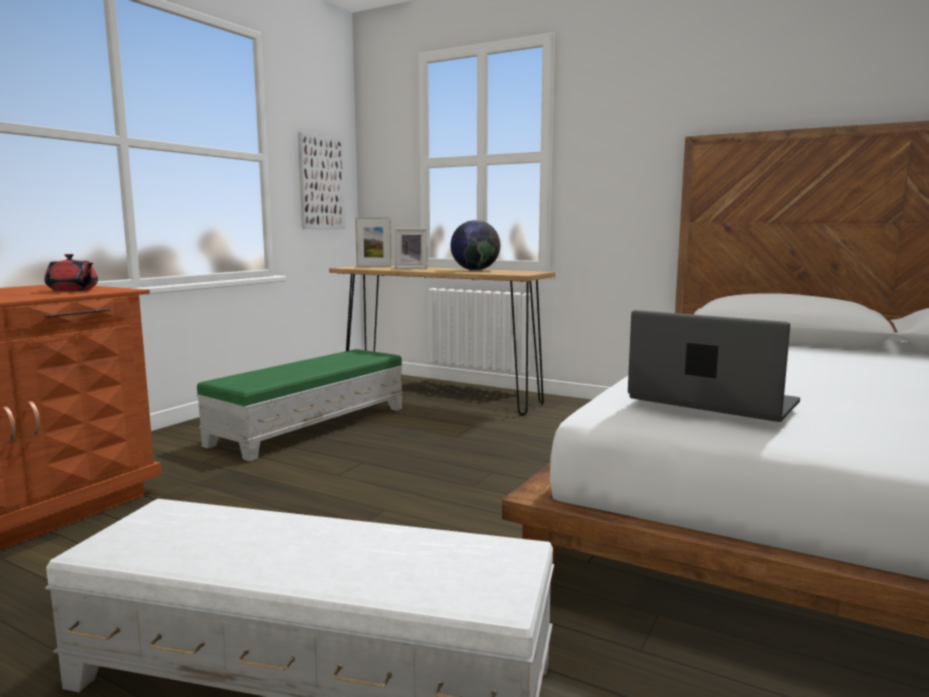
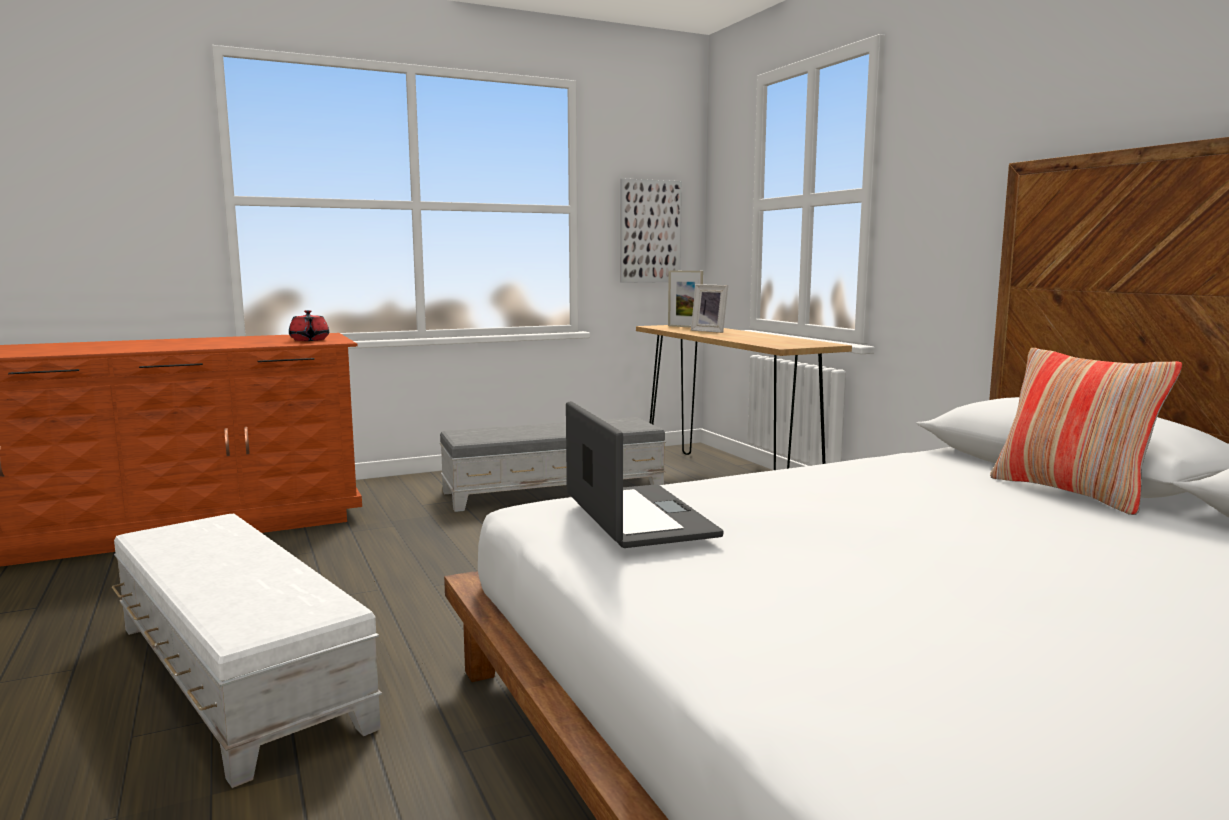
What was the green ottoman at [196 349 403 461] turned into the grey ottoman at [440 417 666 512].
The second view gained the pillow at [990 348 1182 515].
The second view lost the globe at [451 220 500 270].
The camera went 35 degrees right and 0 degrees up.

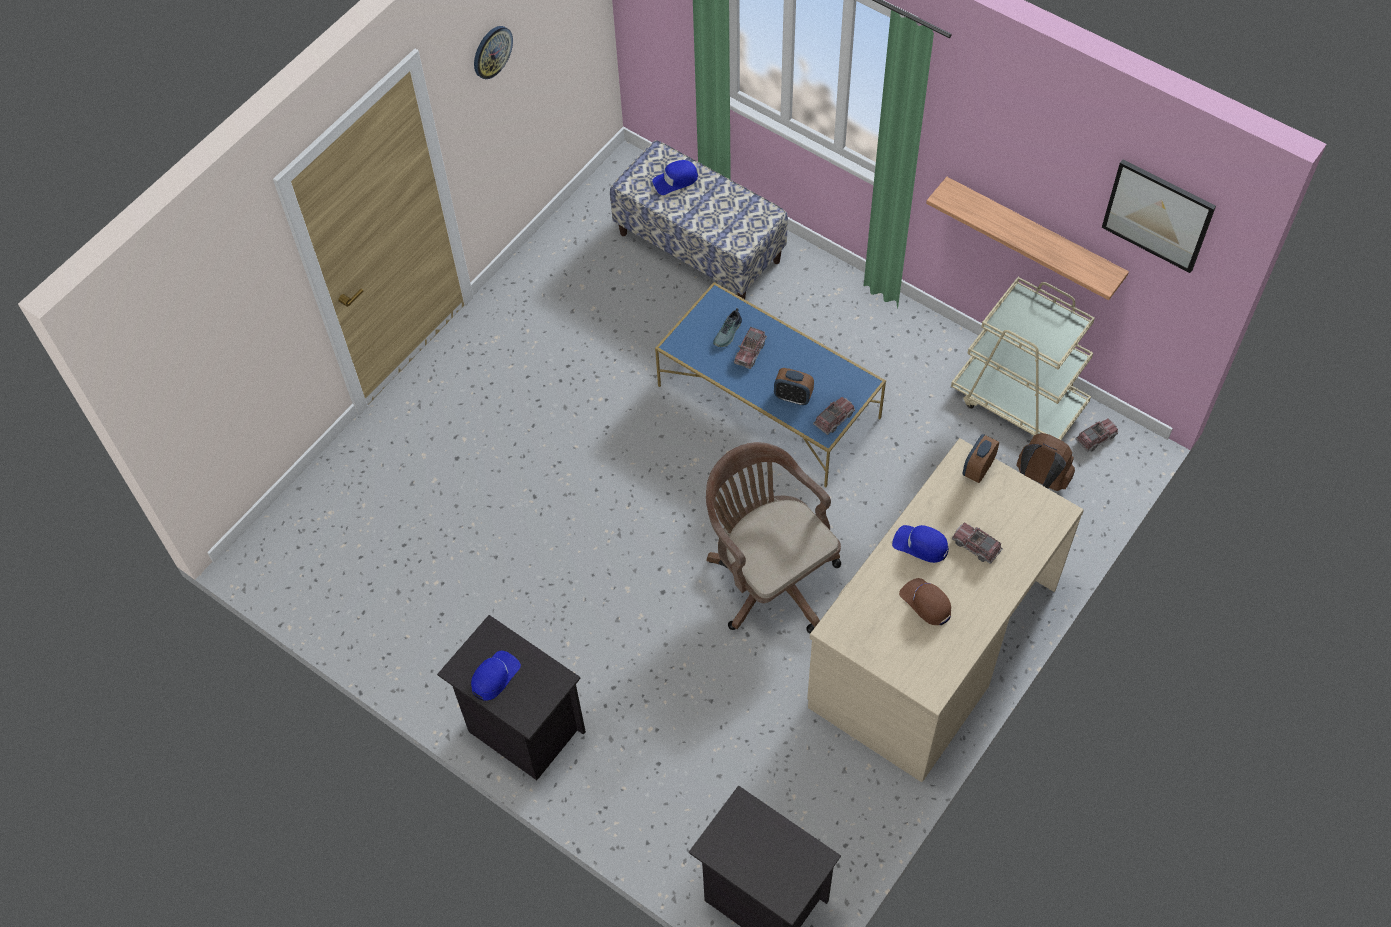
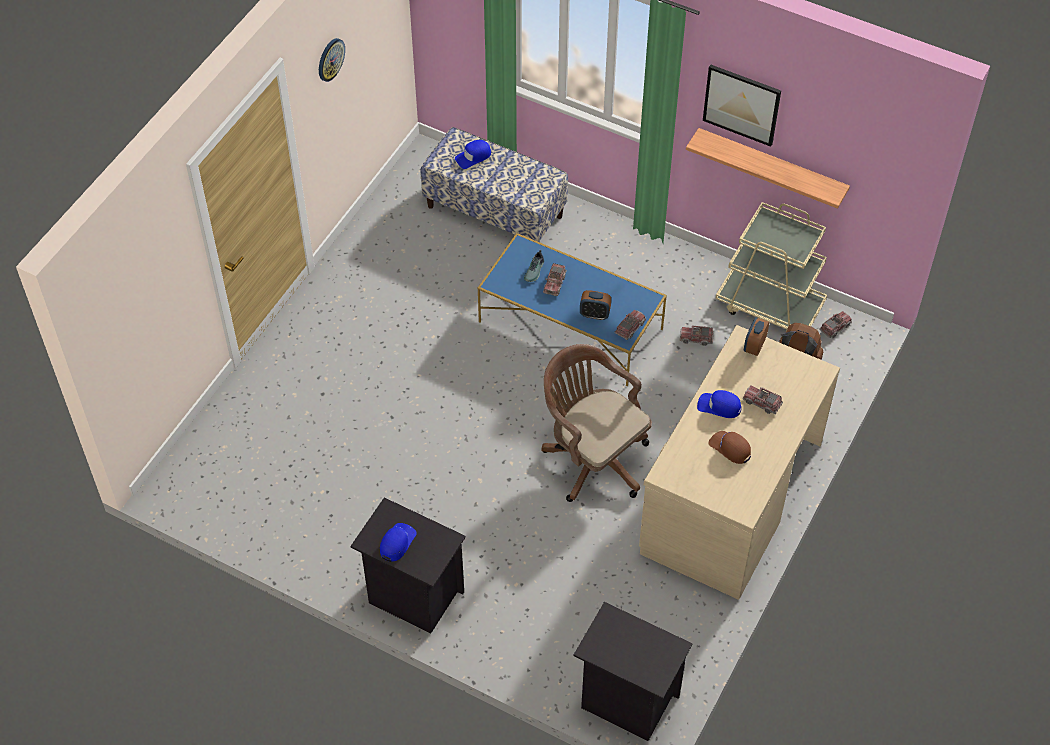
The second view gained the toy truck at [680 325 714 346].
The picture ended up elsewhere, having gone from [1102 159 1216 273] to [703 64 781 147].
The camera went 10 degrees left and 5 degrees down.

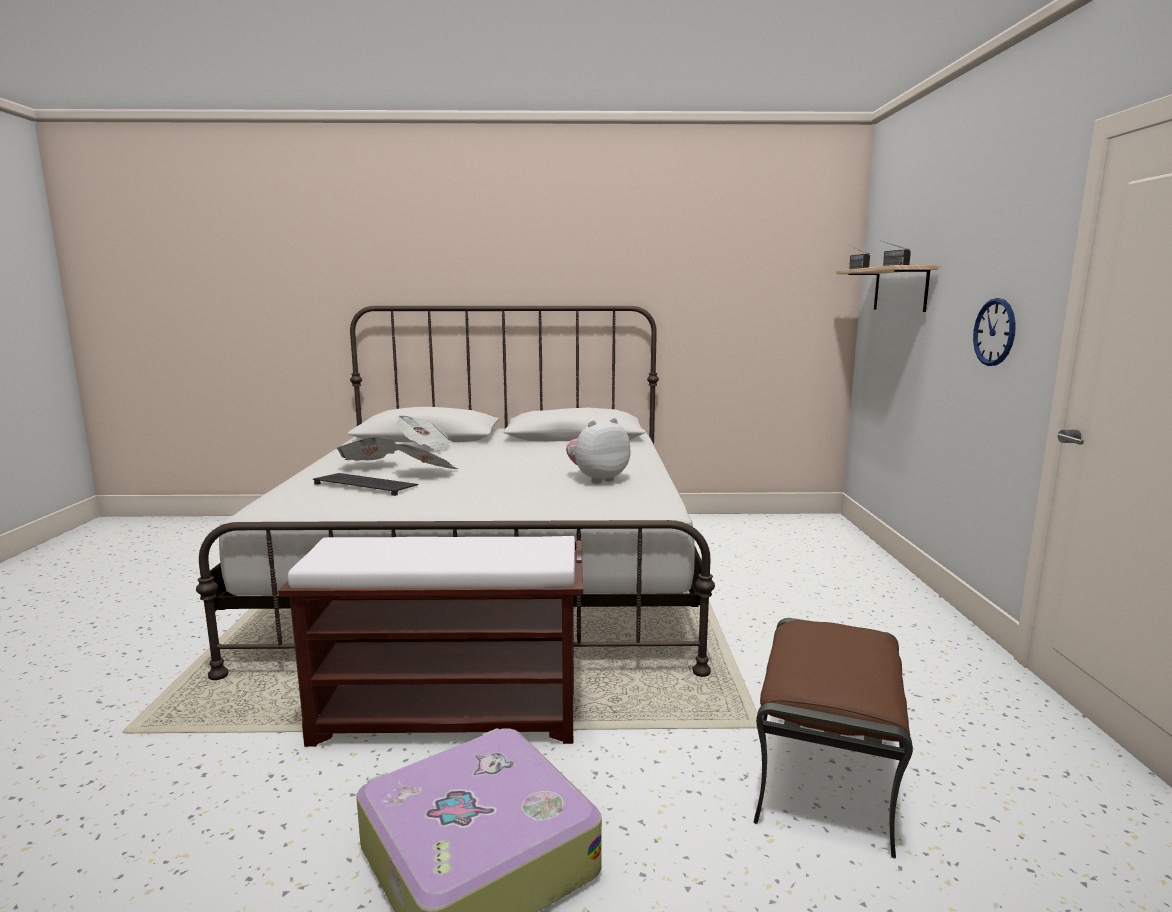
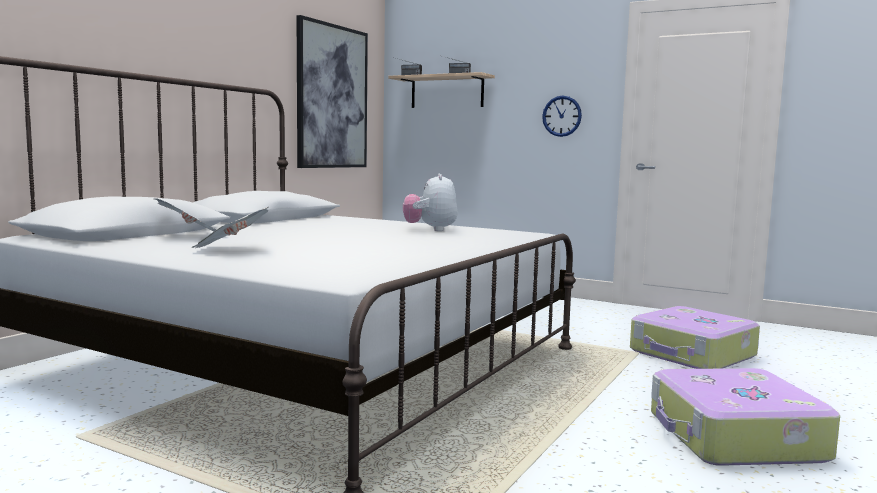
The second view gained the picture at [297 15 368 168].
Where the brown ottoman stood at [753 618 913 859], the suitcase came to stand at [630 306 760 369].
The second view lost the brown bench at [278 536 583 747].
The second view lost the keyboard at [313 473 419 496].
The second view lost the newspaper at [392 444 459 469].
The camera went 60 degrees left and 5 degrees down.

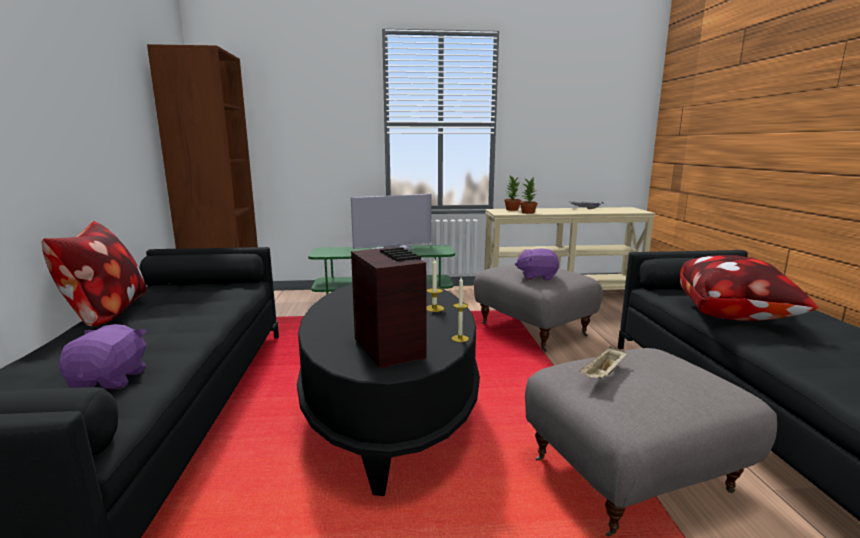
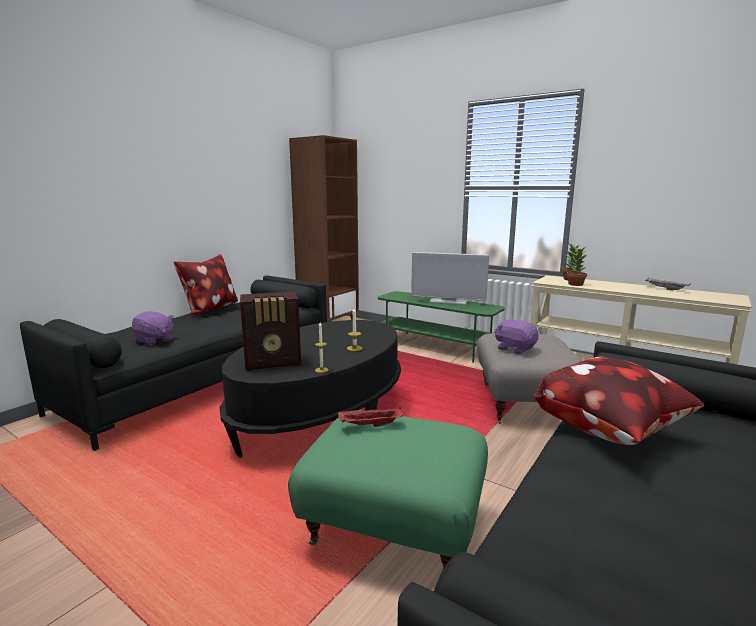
The purple plush toy at [59 324 147 389] ended up facing another way, 90 degrees clockwise from before.
The radio at [351 247 427 368] ended up facing another way, 60 degrees clockwise from before.
What was the grey ottoman at [525 348 777 536] turned into the green ottoman at [288 410 488 569].
What was the beige tray at [579 346 627 379] turned into the red tray at [338 407 403 427].
The camera went 40 degrees right and 0 degrees up.

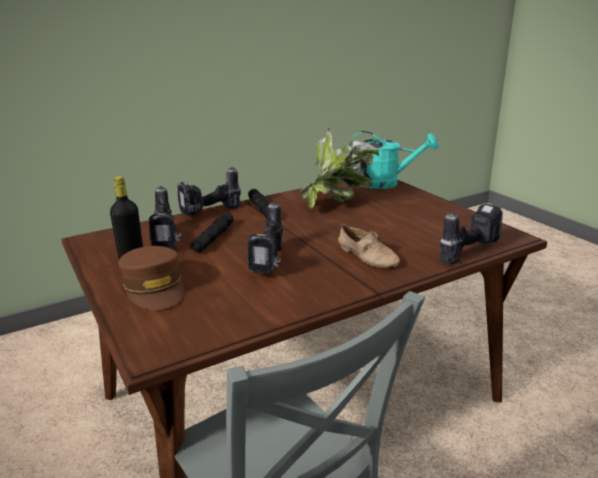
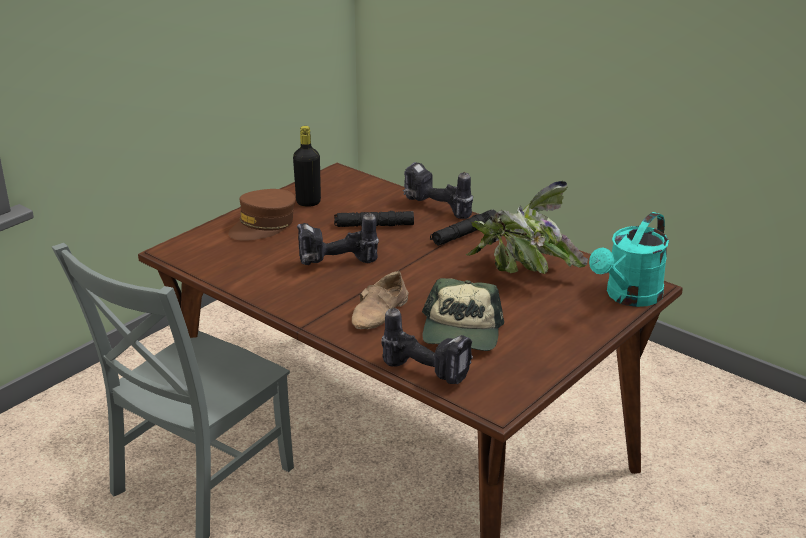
The second view gained the cap at [422 278 504 351].
The turquoise watering can at [350 131 439 189] ended up facing another way, 45 degrees clockwise from before.
The second view lost the power drill at [149 186 181 248].
The camera went 70 degrees right and 5 degrees up.

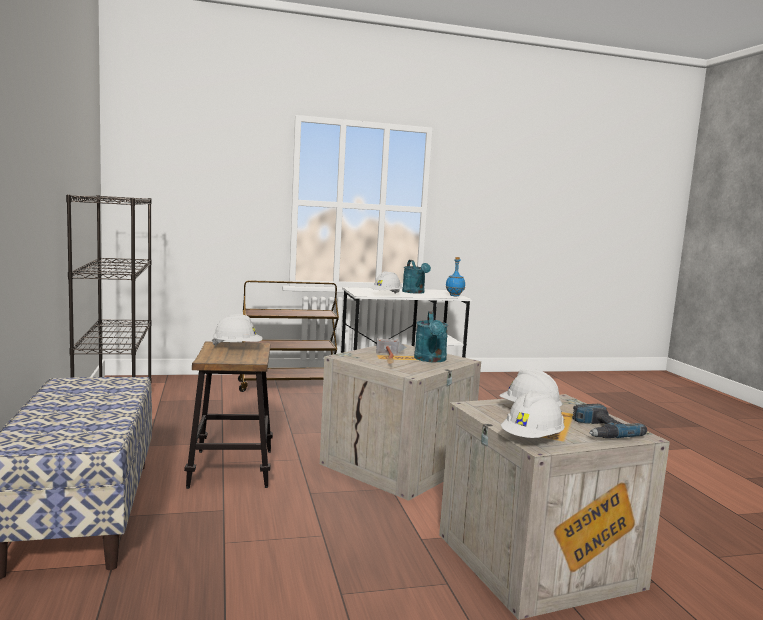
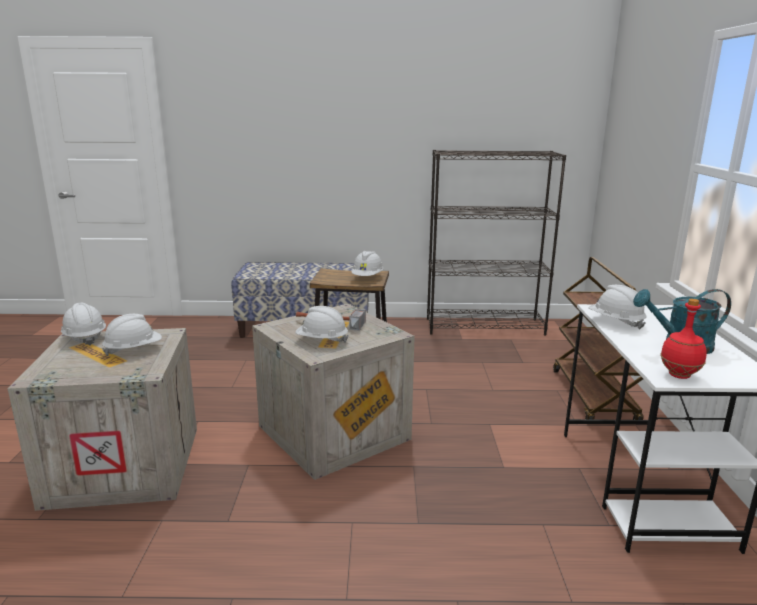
Where the turquoise watering can stood at [414 311 448 362], the white hard hat came to stand at [295 306 349 343].
What was the blue bottle at [446 257 465 296] turned into the red bottle at [660 299 707 379].
The second view lost the power drill at [572 404 647 438].
The camera went 105 degrees right and 10 degrees up.

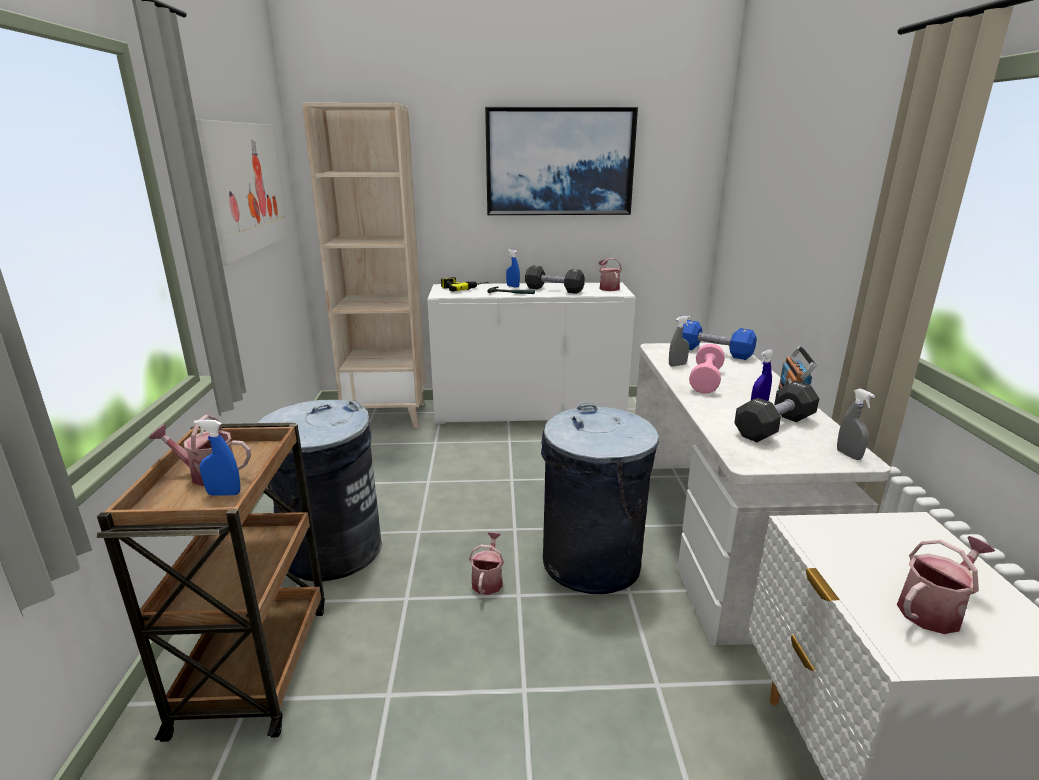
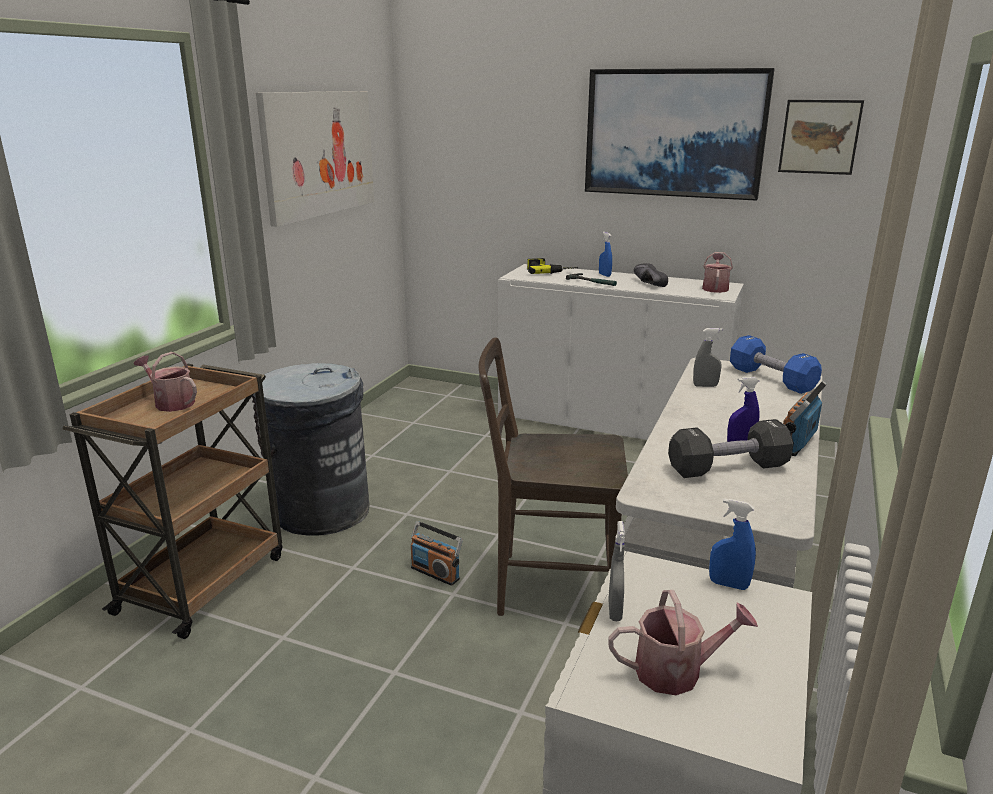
Where the watering can stood at [469 532 504 595], the radio came to stand at [411 521 463 586].
Where the grey trash can stood at [541 403 659 594], the brown chair came to stand at [479 338 628 616].
The grey spray bottle ended up elsewhere, having gone from [837 389 875 460] to [608 521 625 621].
Where the black dumbbell stood at [525 266 585 294], the black shoe came to stand at [634 263 668 287].
The blue spray bottle ended up elsewhere, having gone from [194 420 241 496] to [709 498 756 590].
The second view gained the picture at [778 100 864 175].
The second view lost the beige bookcase at [302 103 426 428].
The second view lost the pink dumbbell at [689 344 725 394].
The camera went 25 degrees right and 0 degrees up.

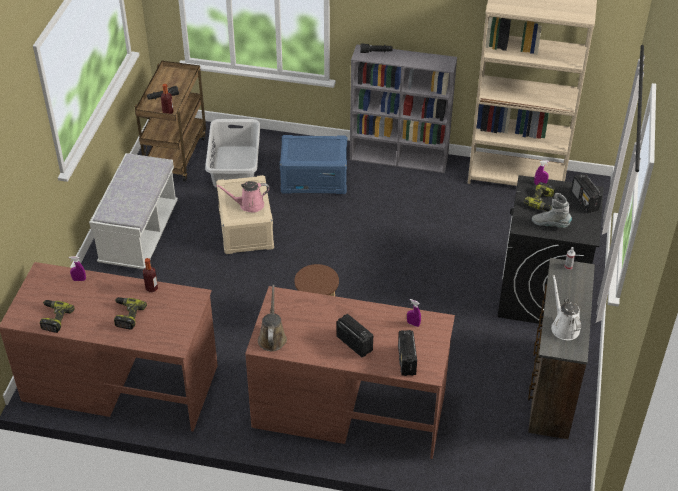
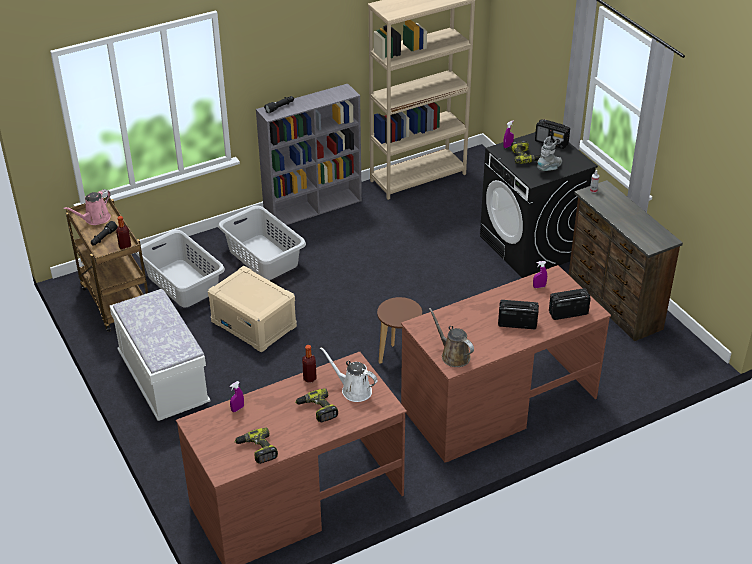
The pink watering can ended up elsewhere, having gone from [216 181 269 213] to [63 189 111 225].
Where the blue storage box stood at [280 135 347 194], the grey laundry basket came to stand at [218 206 306 280].
The white watering can ended up elsewhere, having gone from [551 275 581 340] to [320 347 378 402].
The grey boot at [532 193 572 228] ended up facing another way, 150 degrees clockwise from before.
The radio at [398 330 417 376] ended up facing another way, 120 degrees clockwise from before.
The camera went 40 degrees left and 5 degrees down.

